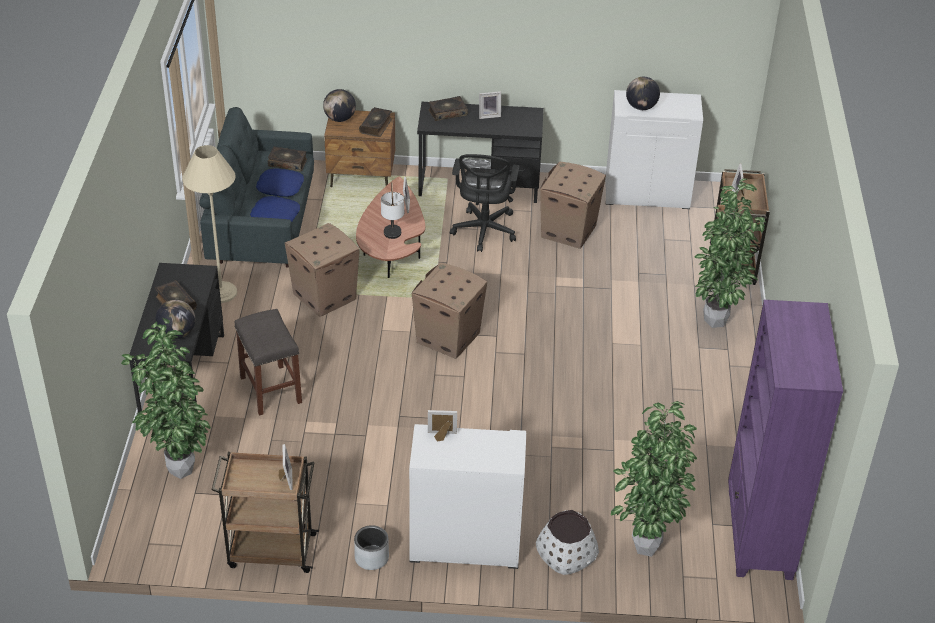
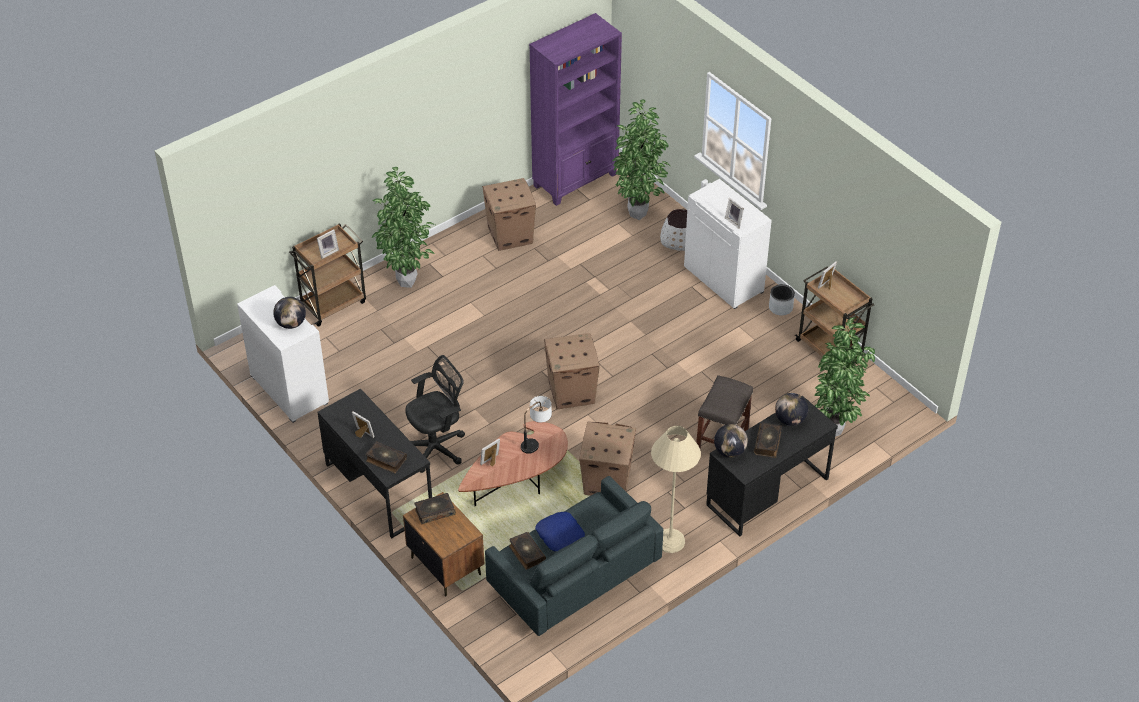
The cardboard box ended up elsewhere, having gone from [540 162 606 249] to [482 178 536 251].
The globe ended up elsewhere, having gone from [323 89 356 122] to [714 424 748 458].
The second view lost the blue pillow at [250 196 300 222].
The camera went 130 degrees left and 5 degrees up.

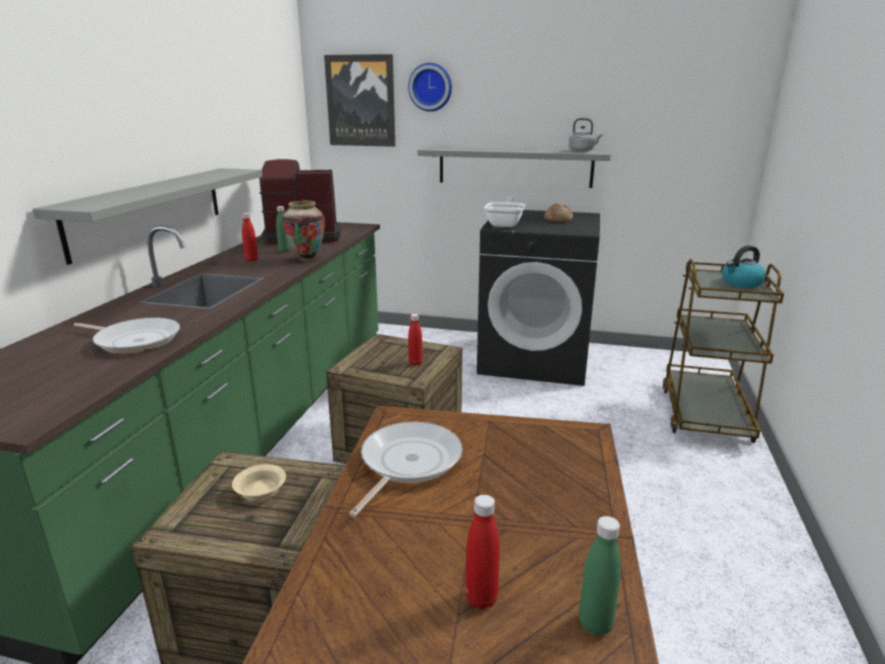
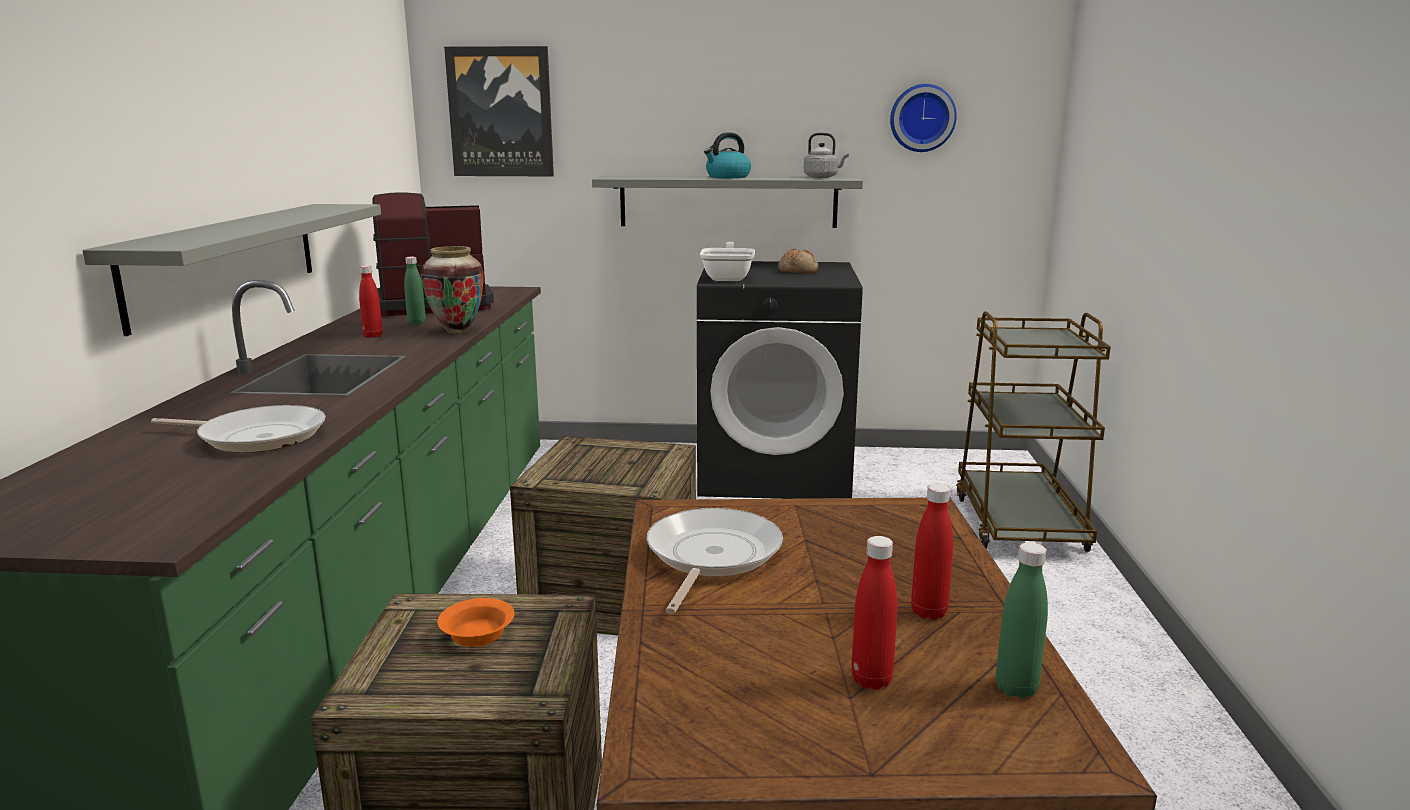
What was the beige bowl at [232 464 286 501] turned into the orange bowl at [437 598 515 647].
The kettle ended up elsewhere, having gone from [722 245 766 288] to [704 132 751 178].
The wall clock ended up elsewhere, having gone from [408 63 452 112] to [890 84 957 152].
The red bottle ended up elsewhere, having gone from [408 314 423 366] to [911 484 953 620].
The camera went 10 degrees left and 5 degrees down.

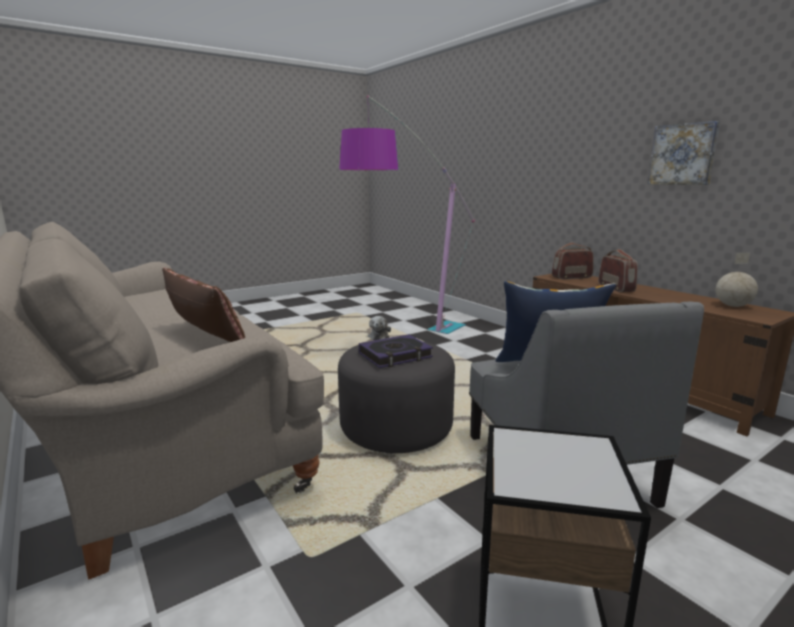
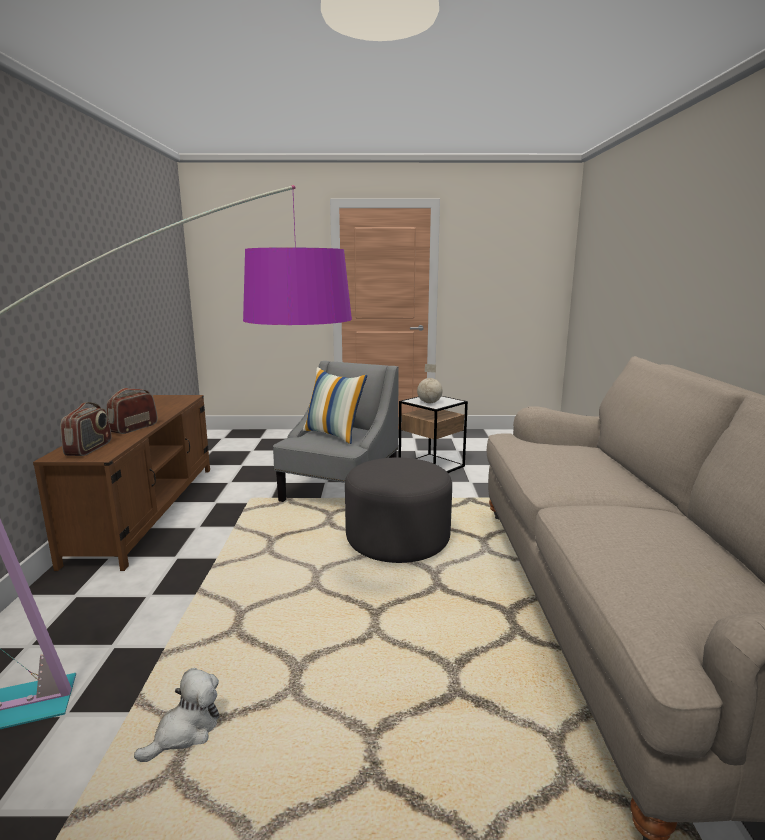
The radio at [552 243 594 280] ended up facing another way, 105 degrees counterclockwise from before.
The globe ended up elsewhere, having gone from [716 252 758 307] to [417 364 443 403].
The second view lost the brown pillow at [162 268 245 342].
The second view lost the book at [359 334 433 368].
The second view lost the picture at [648 121 720 185].
The camera went 145 degrees left and 0 degrees up.

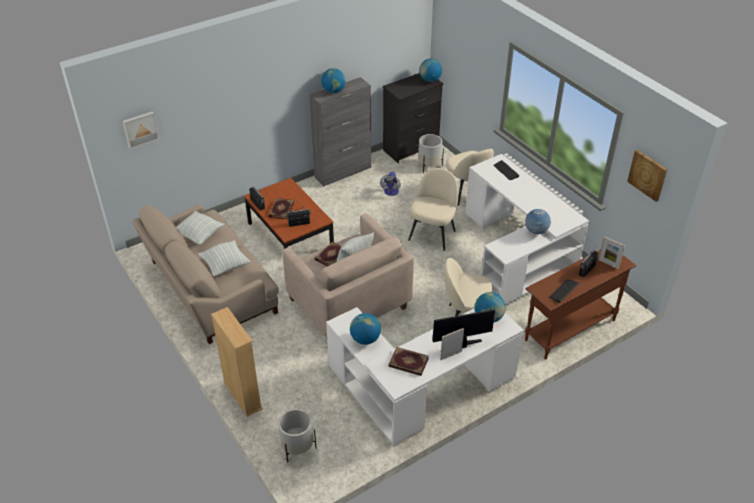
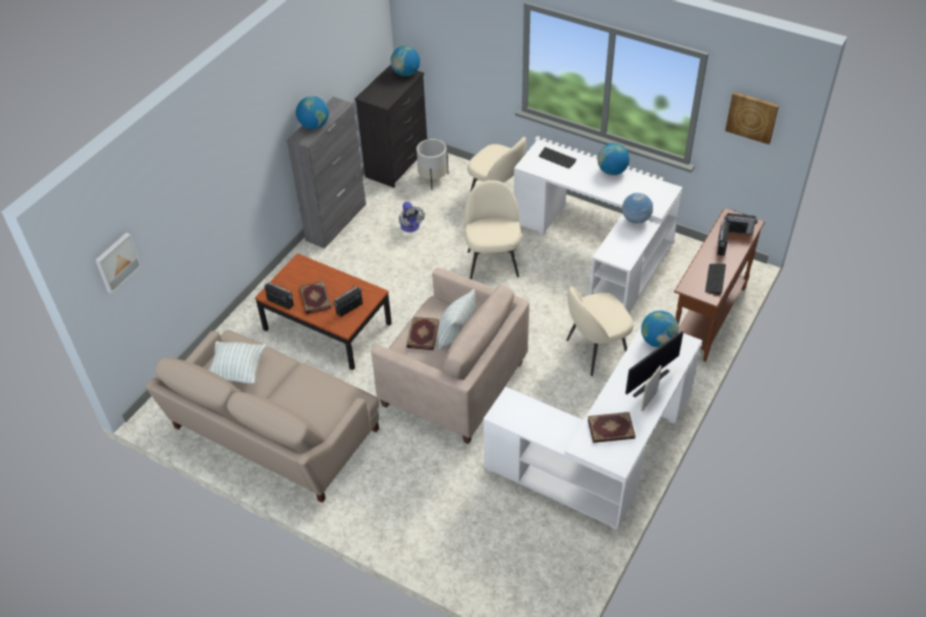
The globe ended up elsewhere, having gone from [350 313 381 345] to [598 143 630 175].
Where the picture frame stood at [598 237 625 269], the radio came to stand at [724 209 758 235].
The second view lost the pillow at [198 240 250 276].
The second view lost the beige bookcase at [211 307 263 417].
The second view lost the white planter at [278 409 316 463].
The camera went 25 degrees left and 5 degrees up.

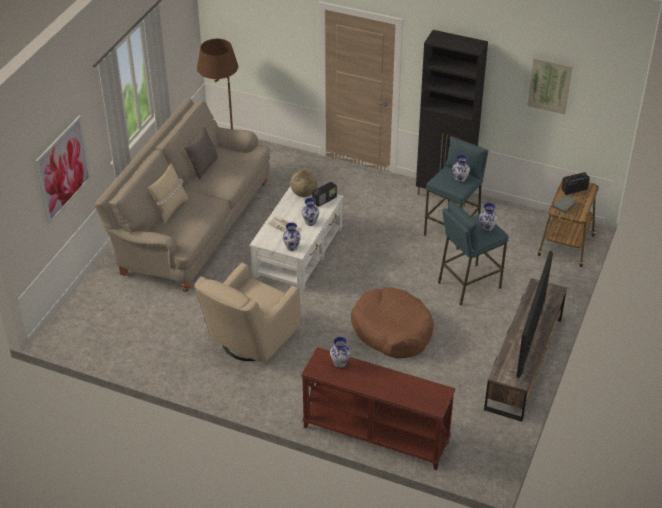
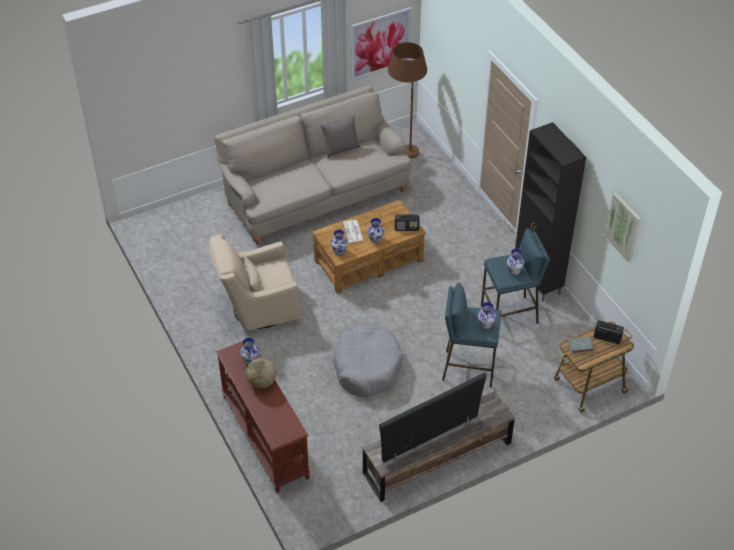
The globe ended up elsewhere, having gone from [290 170 317 197] to [246 358 276 388].
What was the white coffee table at [249 186 343 291] turned into the brown coffee table at [312 200 426 294].
What was the brown dog bed at [351 287 434 358] turned into the grey dog bed at [333 322 403 397].
The picture ended up elsewhere, having gone from [35 116 91 224] to [351 7 412 80].
The second view lost the beige pillow at [148 163 188 224].
The camera went 40 degrees right and 5 degrees up.

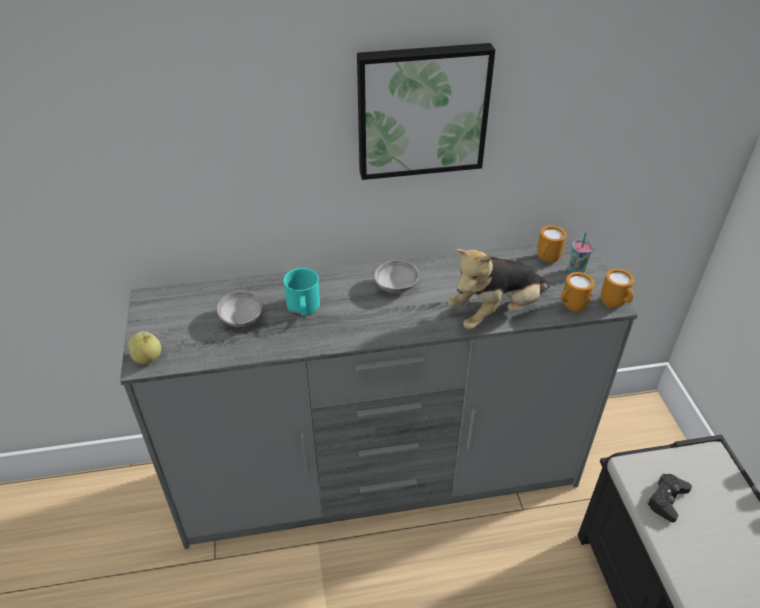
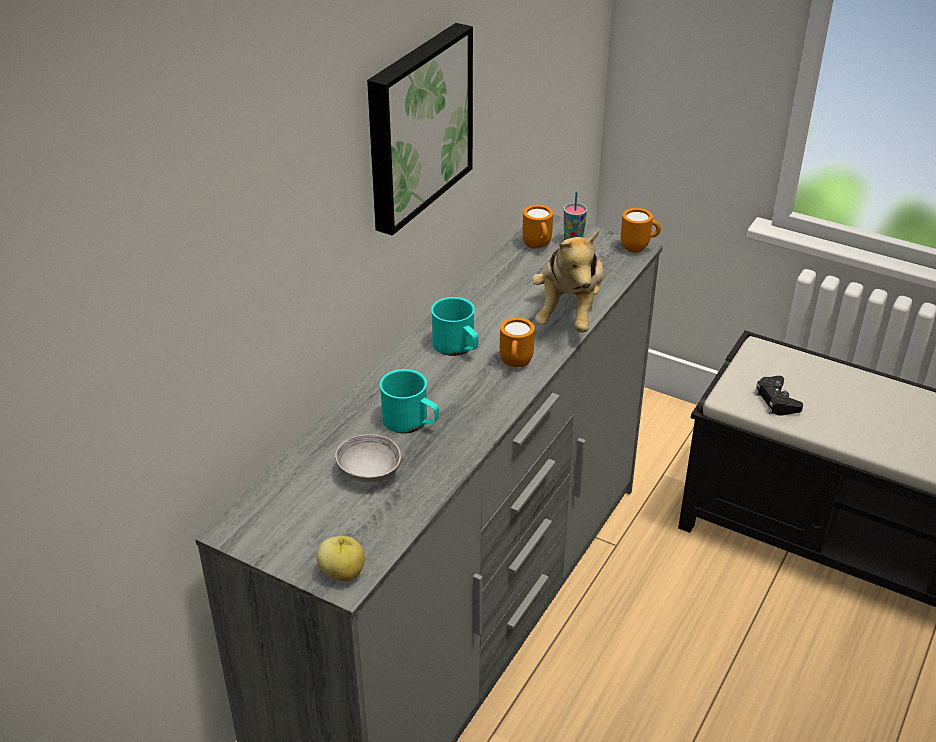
Where the grey bowl stood at [374 260 419 293], the turquoise mug came to stand at [431 297 478 356].
The orange mug ended up elsewhere, having gone from [561 272 594 312] to [500 317 535 367].
The camera went 50 degrees left and 5 degrees down.

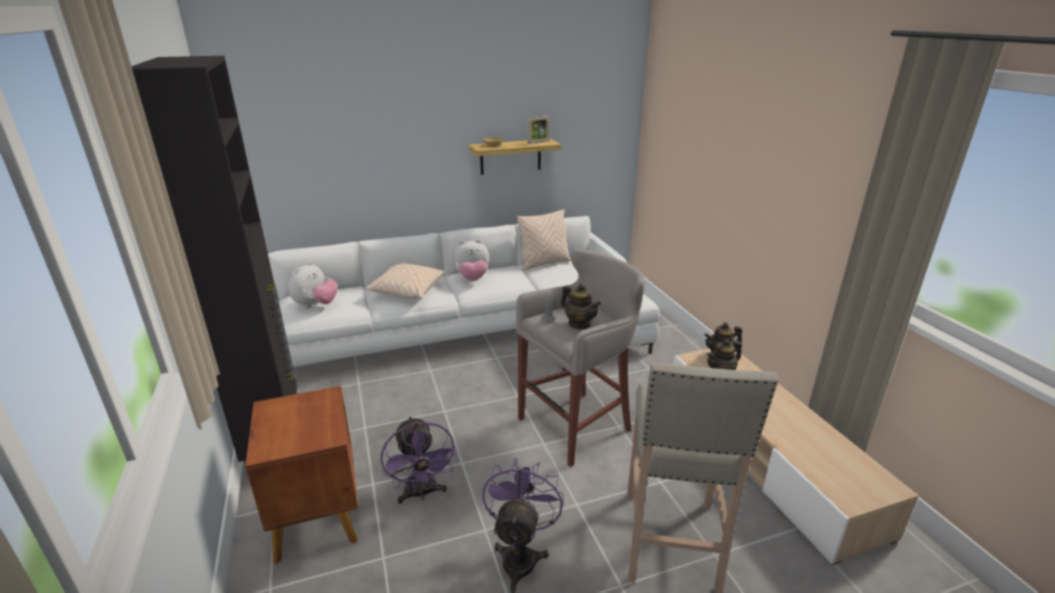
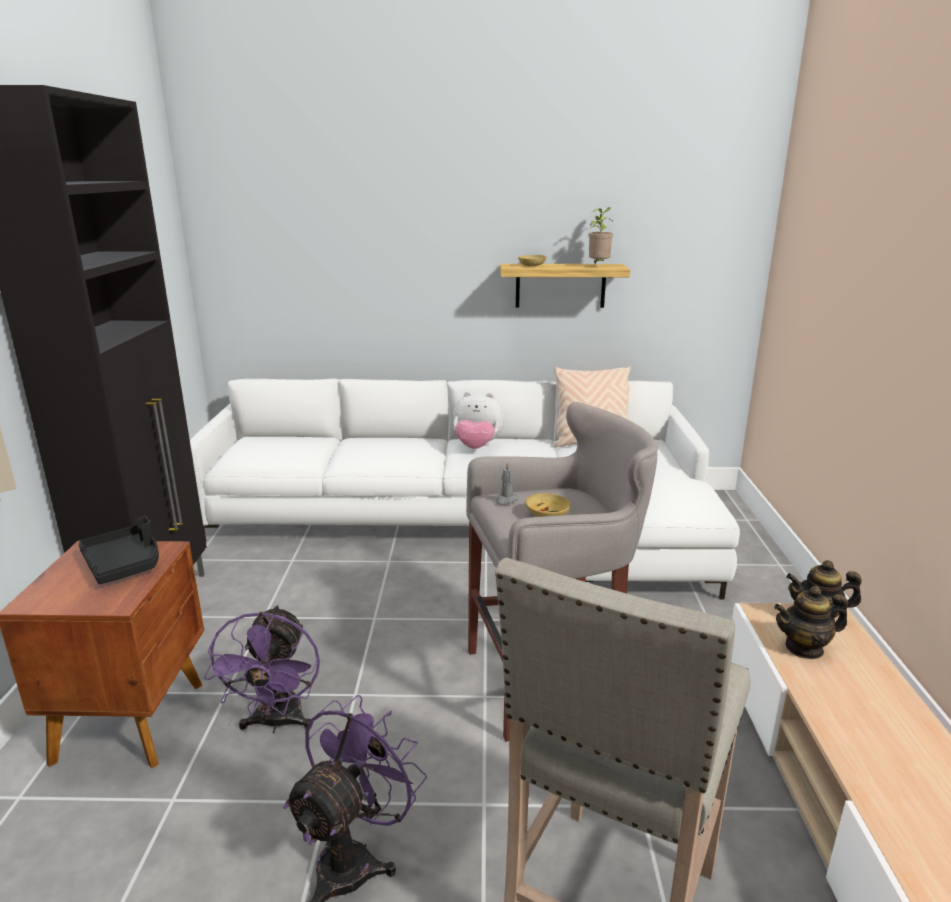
The second view gained the black tray at [79 516 159 584].
Where the teapot stood at [561 283 601 329], the beige bowl came to stand at [525 493 571 517].
Where the picture frame stood at [527 115 550 144], the potted plant came to stand at [588 207 613 264].
The second view lost the plush toy at [288 261 338 308].
The second view lost the beige pillow at [364 263 444 298].
The camera went 20 degrees right and 5 degrees down.

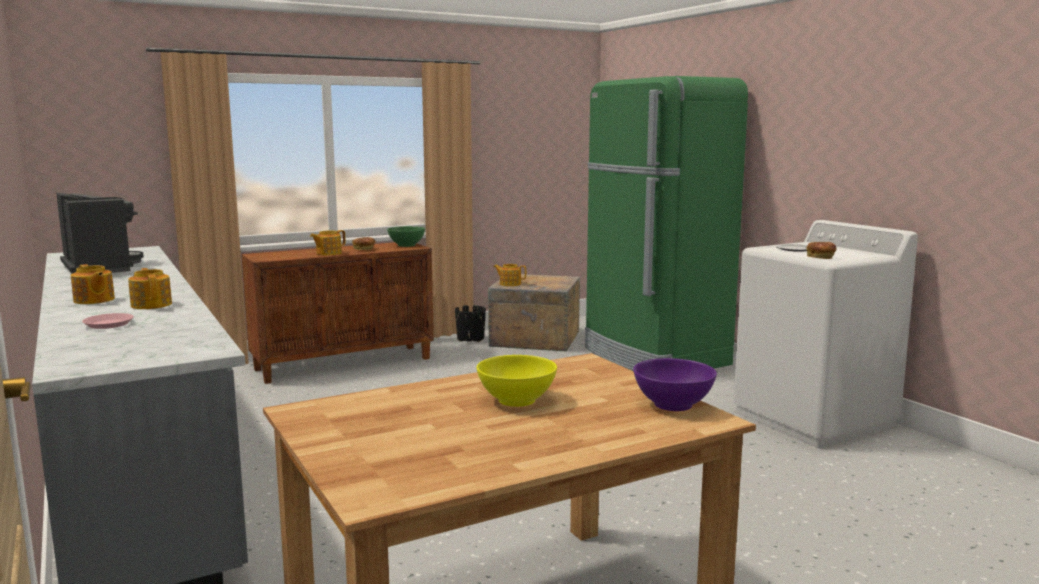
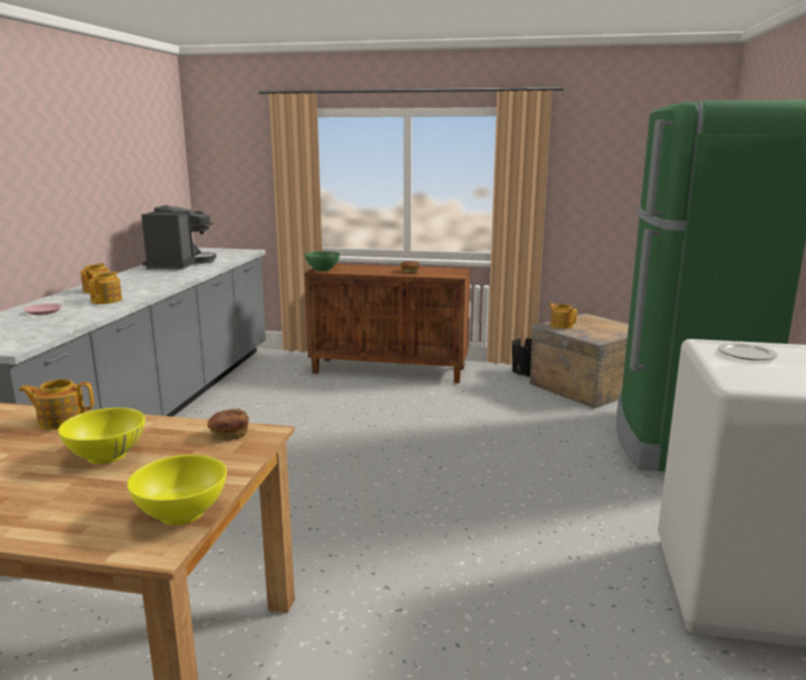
The teapot ended up elsewhere, having gone from [310 230 346 256] to [19 379 94 429].
What was the purple bowl at [633 358 717 411] turned into the yellow bowl at [127 455 227 525].
The bread ended up elsewhere, having gone from [806 242 836 259] to [207 409 249 440].
The green bowl ended up elsewhere, having gone from [387 226 425 247] to [305 251 340 271].
The camera went 40 degrees right and 5 degrees up.

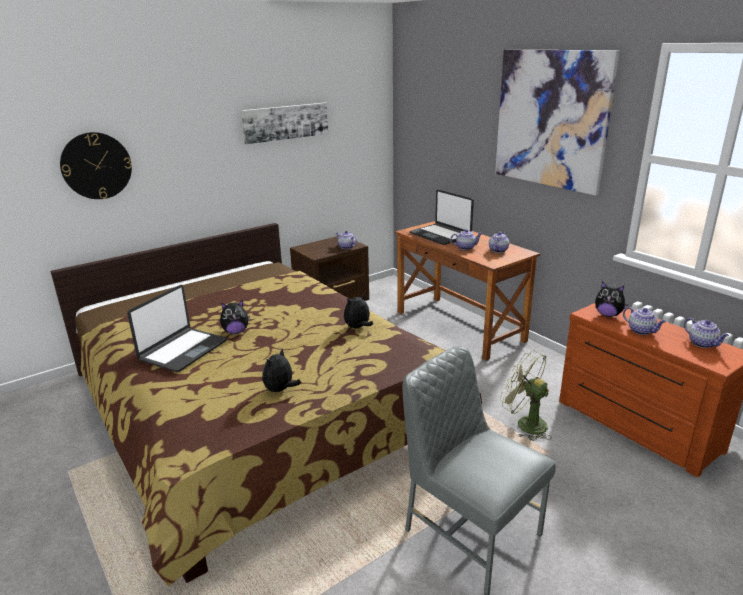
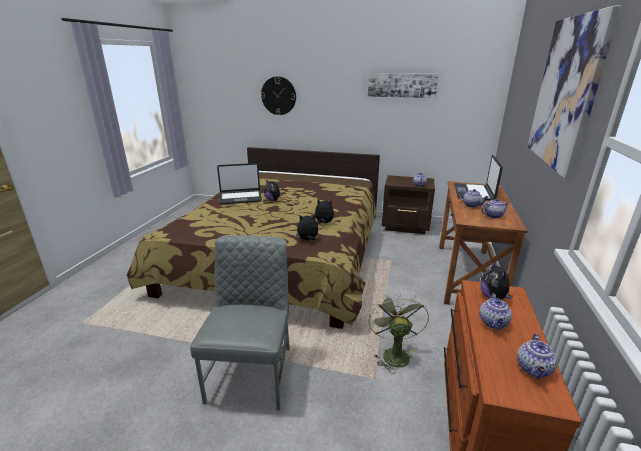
The plush toy ended up elsewhere, having gone from [262 349 301 392] to [296 214 318 240].
The camera went 50 degrees right and 0 degrees up.

